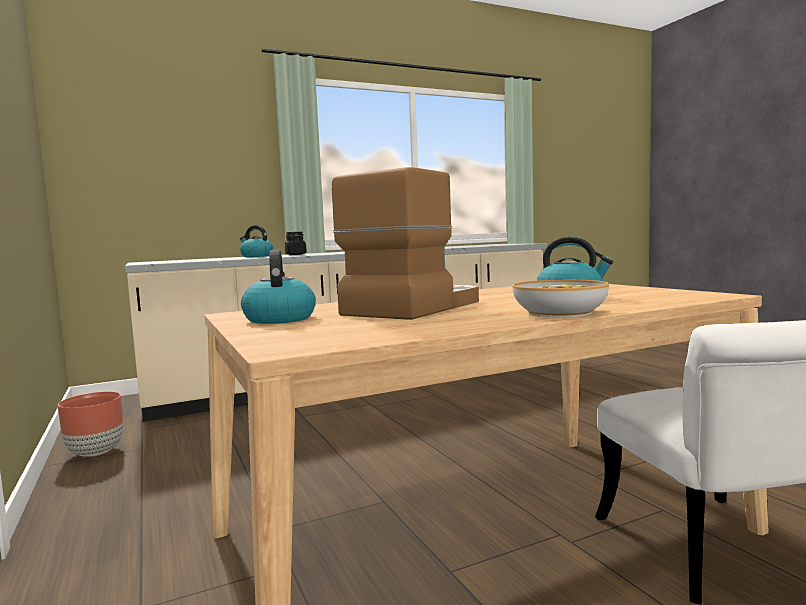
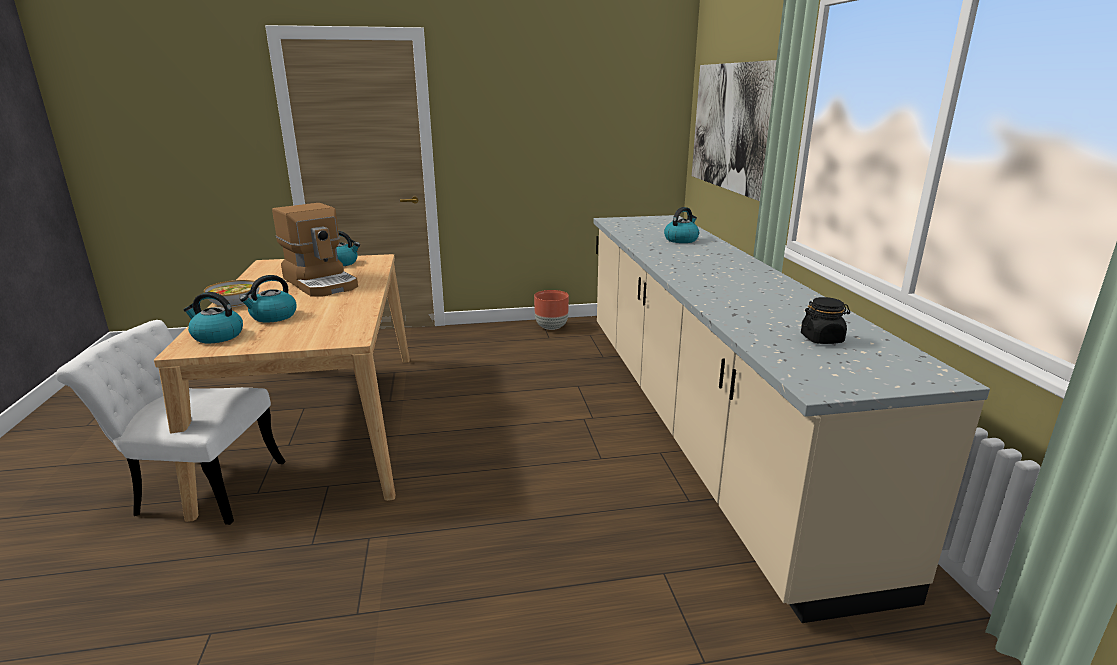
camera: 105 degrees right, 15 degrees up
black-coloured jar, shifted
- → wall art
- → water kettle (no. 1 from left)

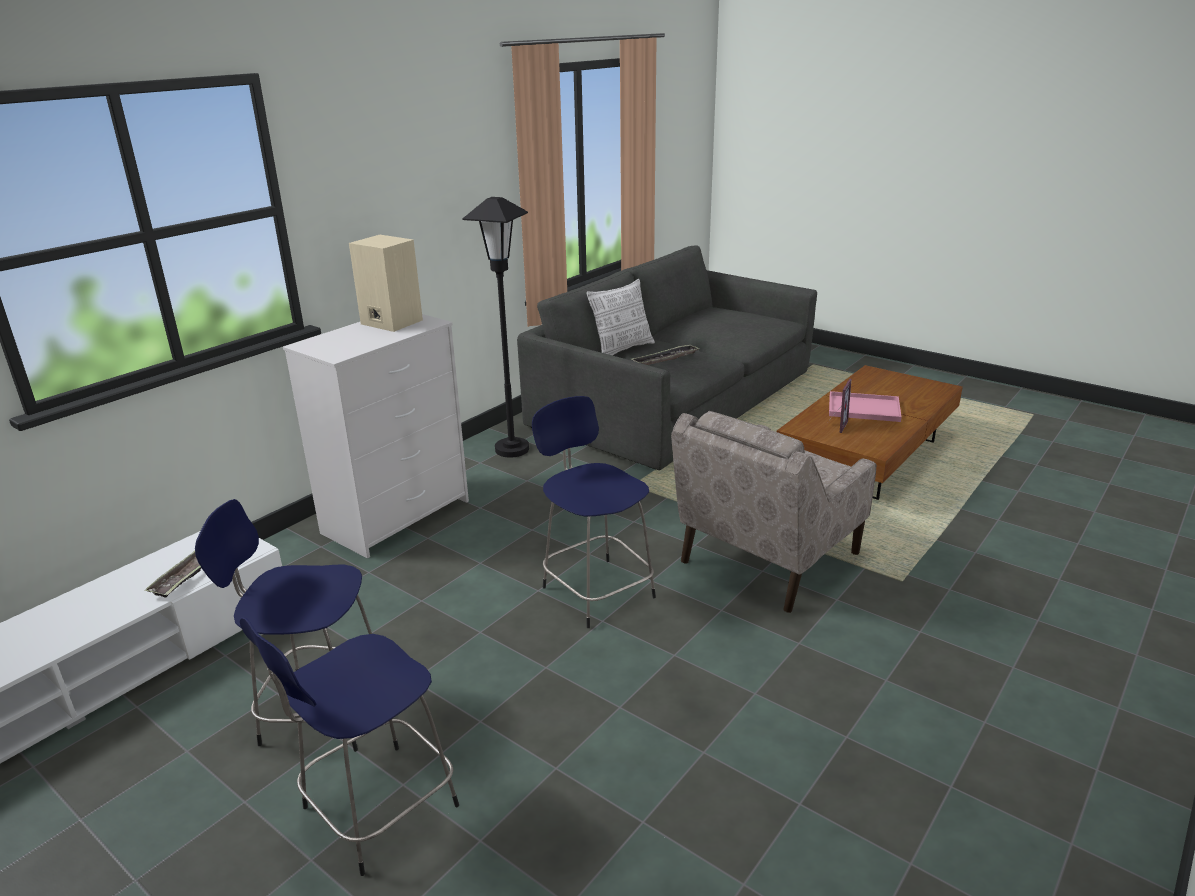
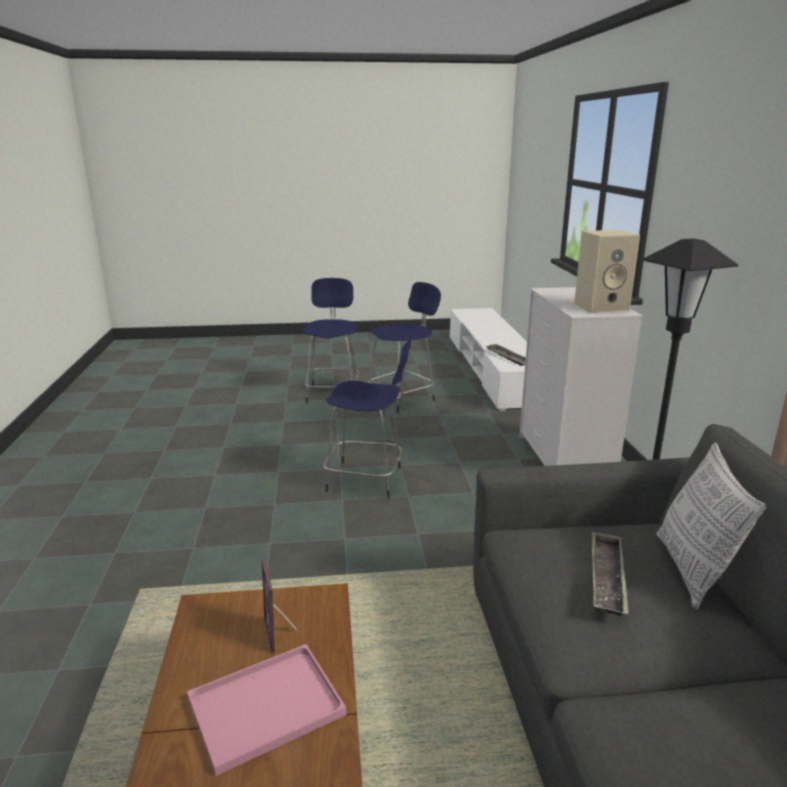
camera: 135 degrees right, 5 degrees down
sand-coloured easy chair → -

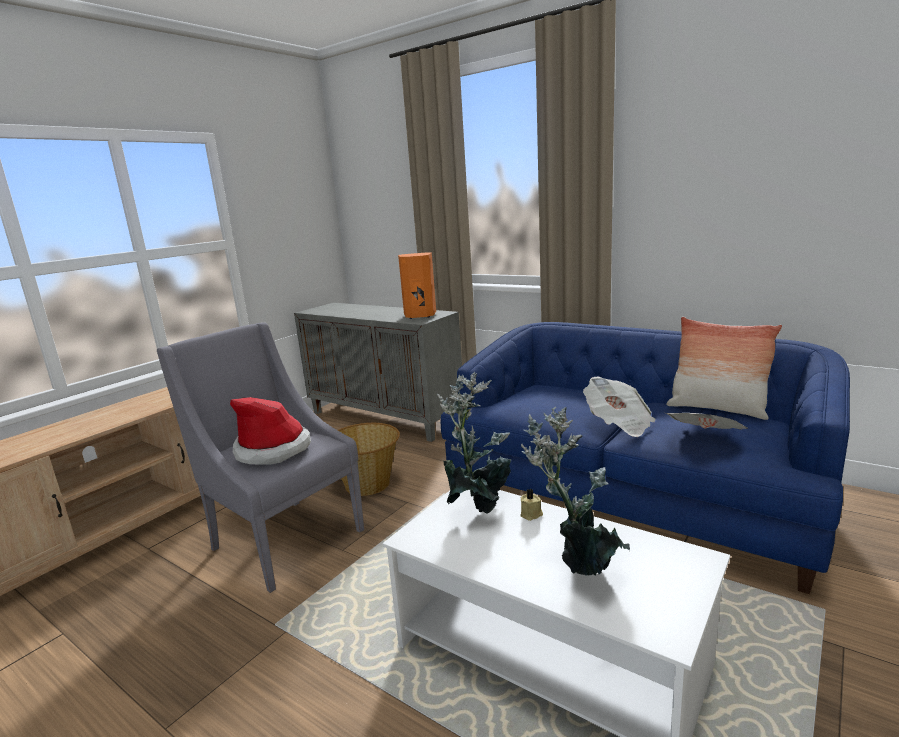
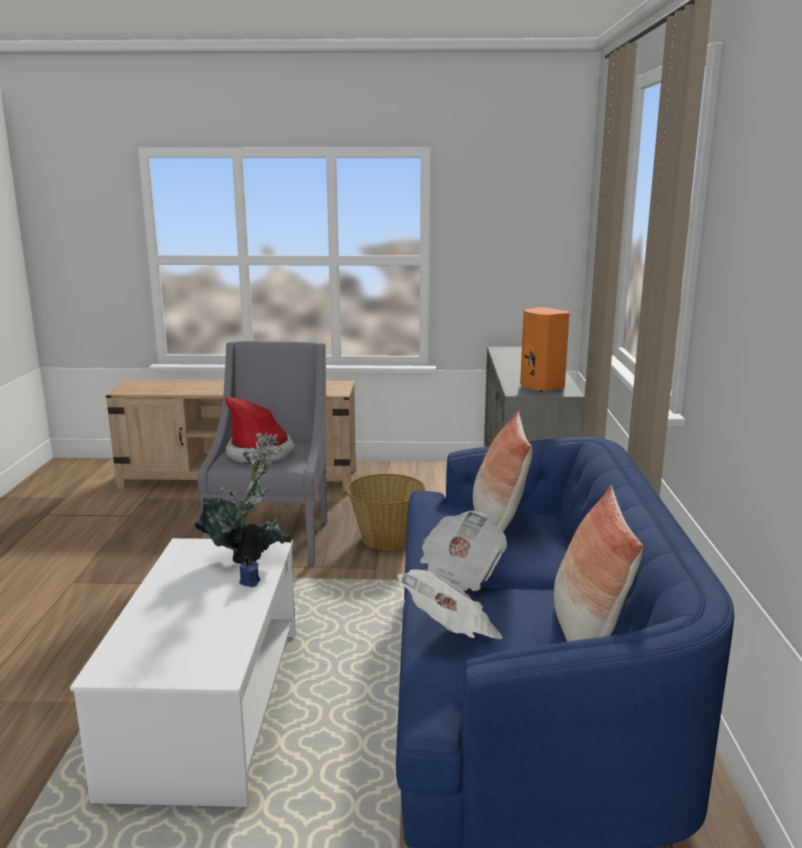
camera: 55 degrees right, 0 degrees up
houseplant (no. 2 from left) → -
sand-coloured wax candle → blue-coloured wax candle
- → pillow (no. 1 from left)

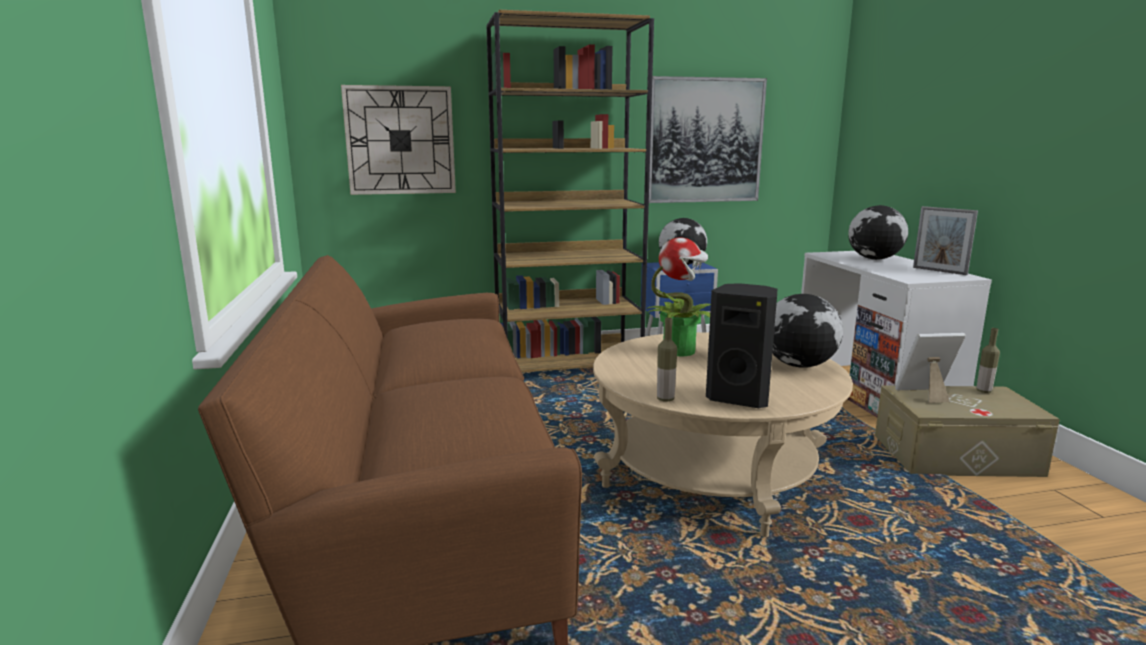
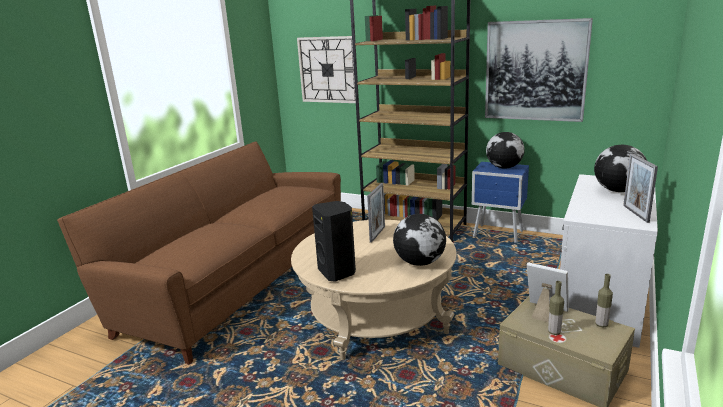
camera: 40 degrees right, 5 degrees up
houseplant → photo frame (no. 1 from left)
drink bottle (no. 1 from left), shifted

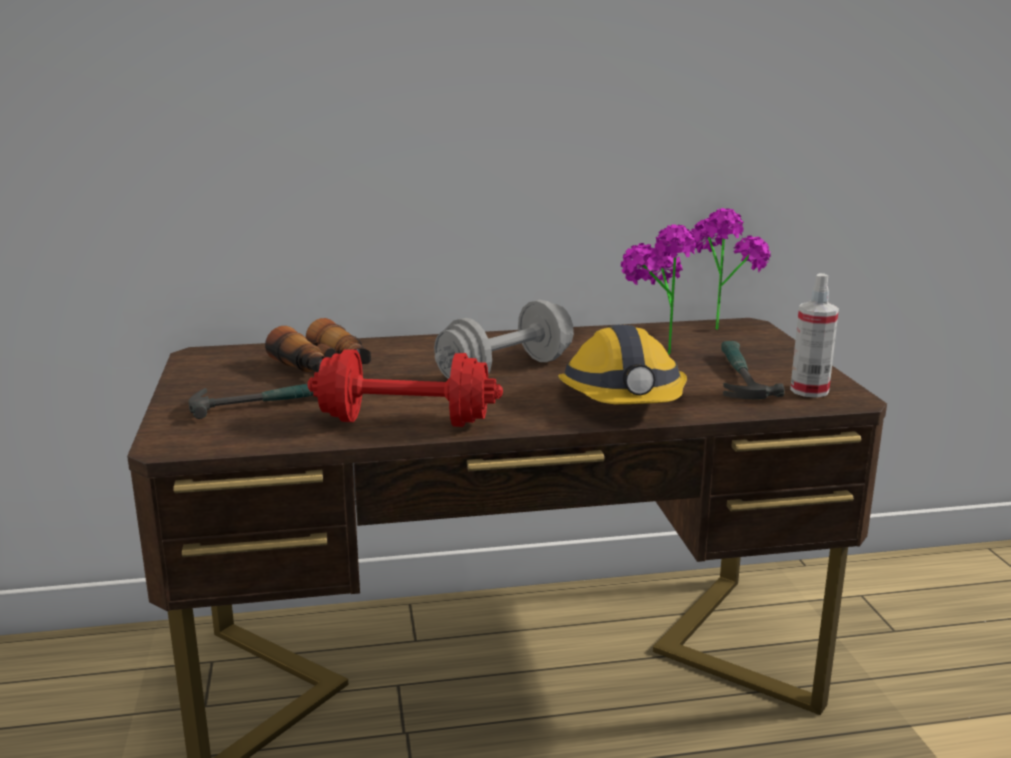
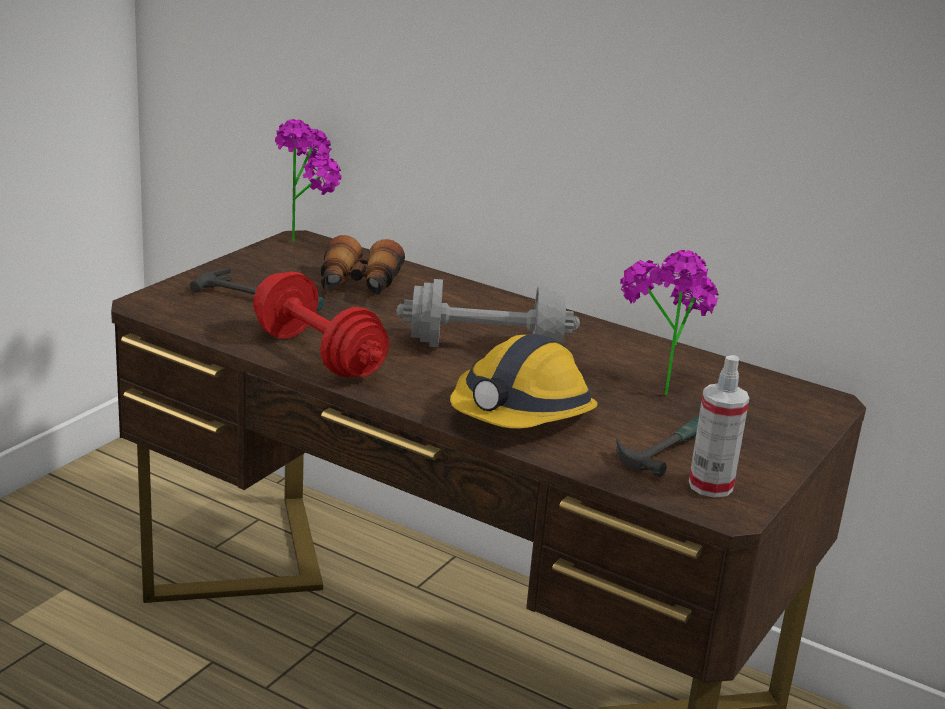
camera: 40 degrees right, 5 degrees up
houseplant (no. 2 from left in the first image) → houseplant (no. 1 from left), shifted

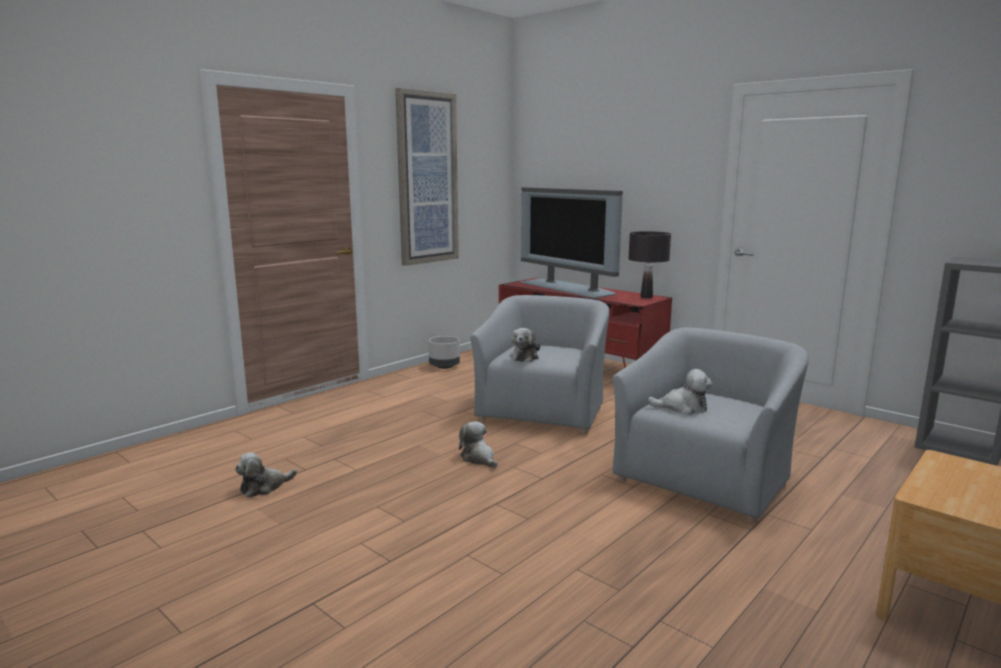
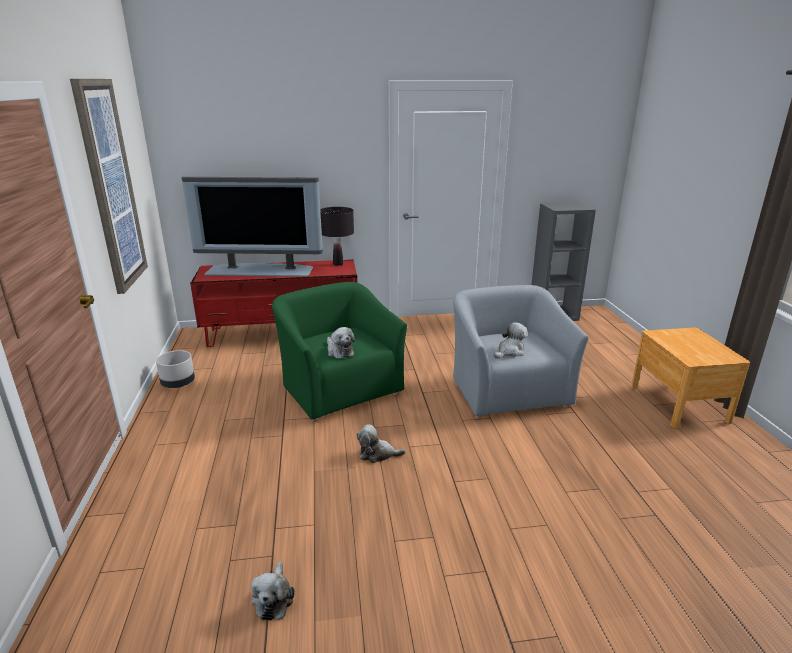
camera: 50 degrees left, 10 degrees up
grey easy chair (no. 1 from left) → greenish easy chair

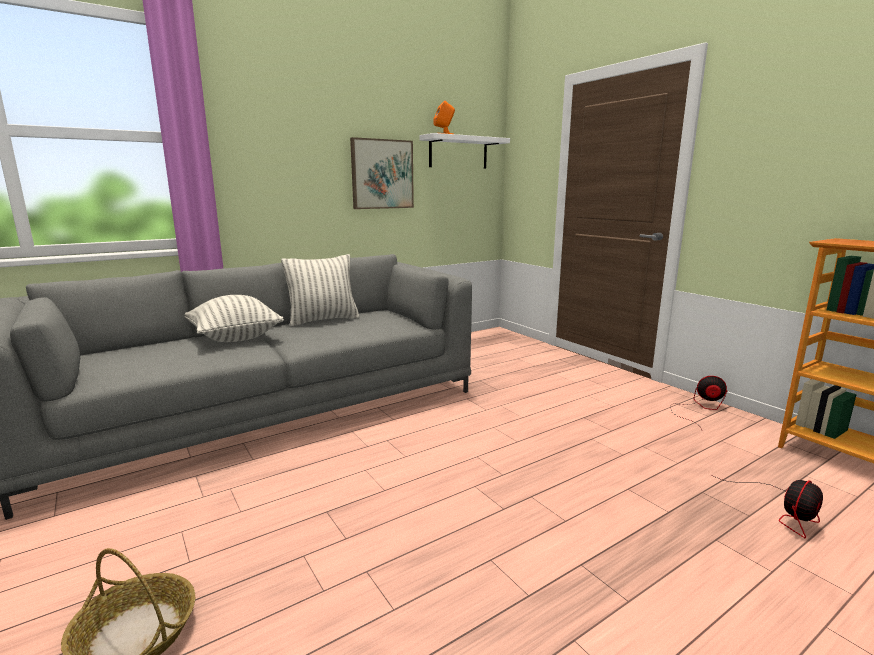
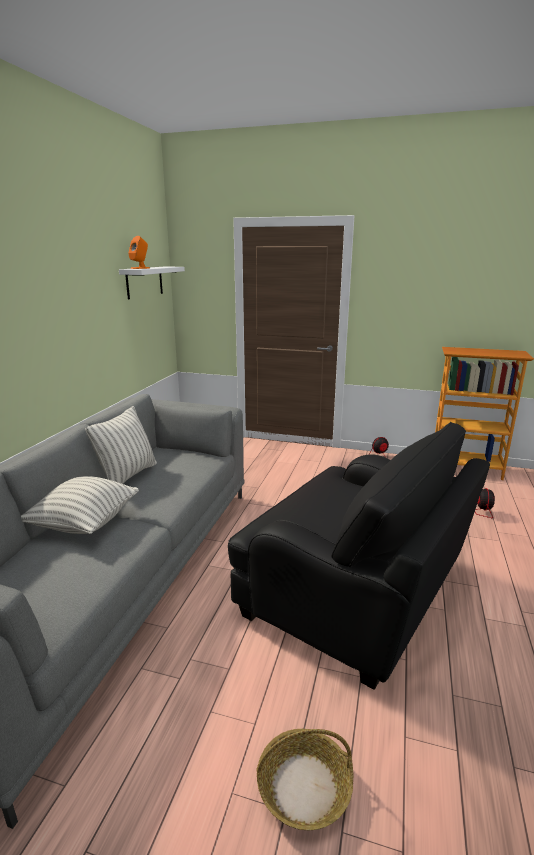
camera: 40 degrees left, 5 degrees up
wall art → -
- → black-coloured easy chair

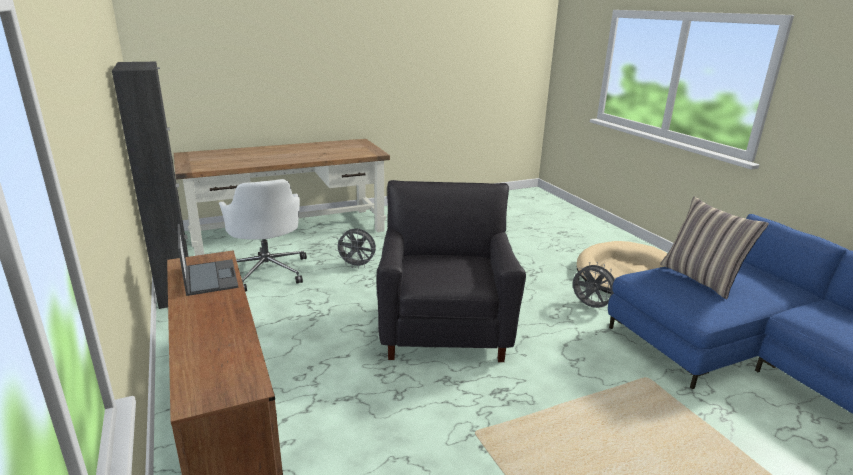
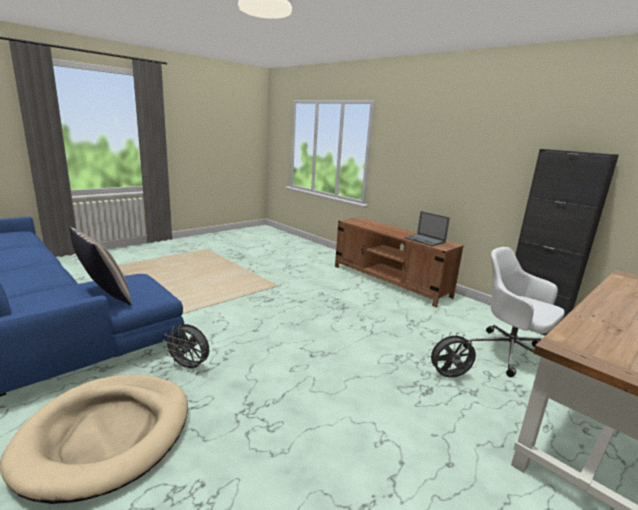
camera: 160 degrees right, 5 degrees down
black-coloured easy chair → -

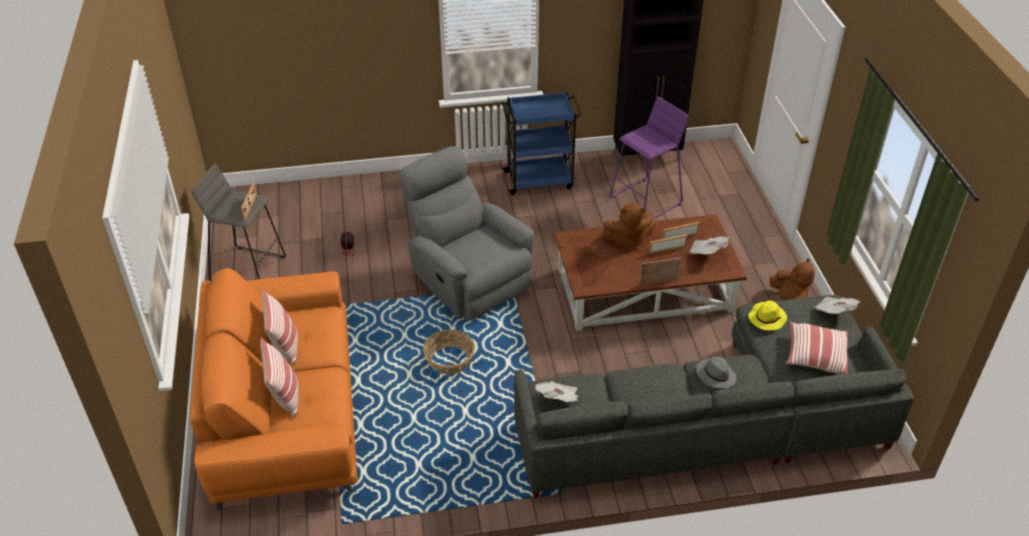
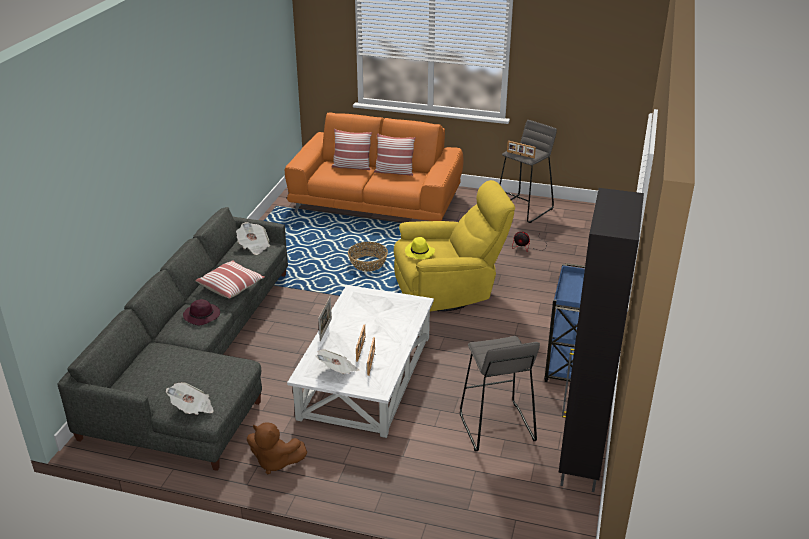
camera: 115 degrees right, 10 degrees down
purple-coloured sitting stool → grey sitting stool (no. 1 from left)
grey easy chair → yellowish easy chair
brownish cuddly toy (no. 1 from left) → -
brownish low table → white low table
yellowish clothing hat, shifted
pillow (no. 3 from left in the first image) → pillow (no. 1 from left), shifted
grey clothing hat → purple-coloured clothing hat

